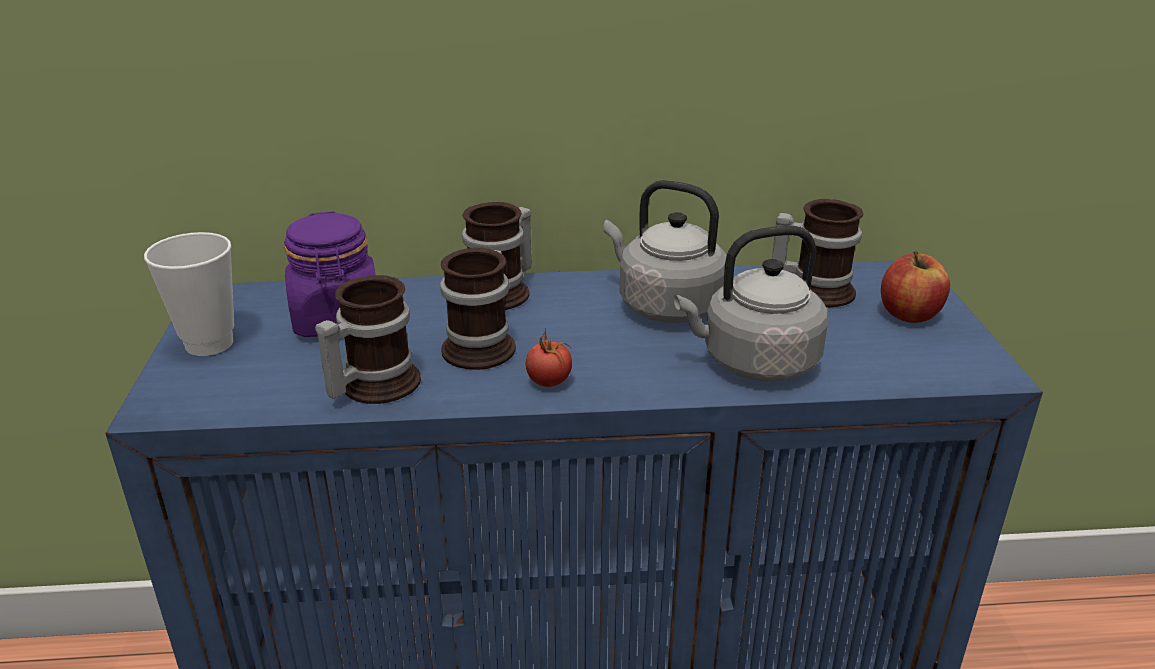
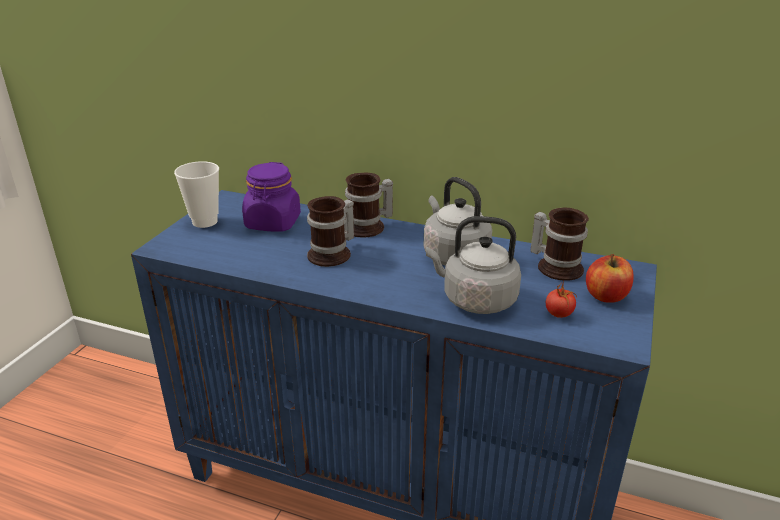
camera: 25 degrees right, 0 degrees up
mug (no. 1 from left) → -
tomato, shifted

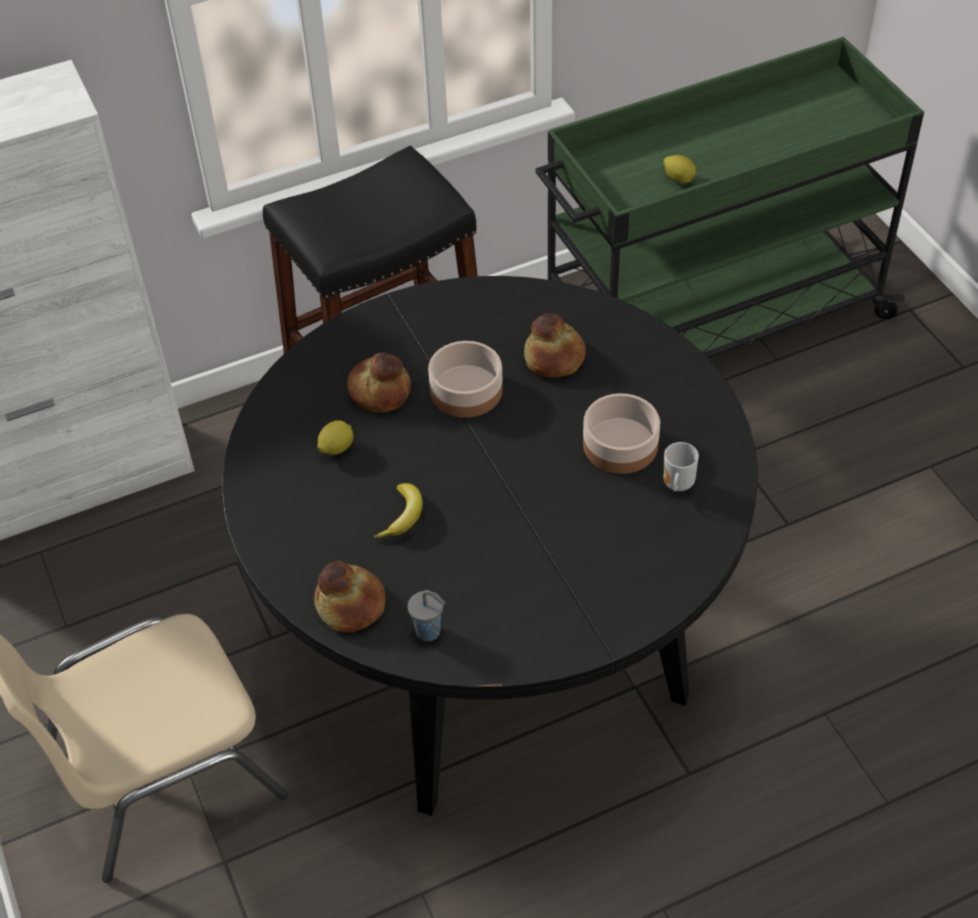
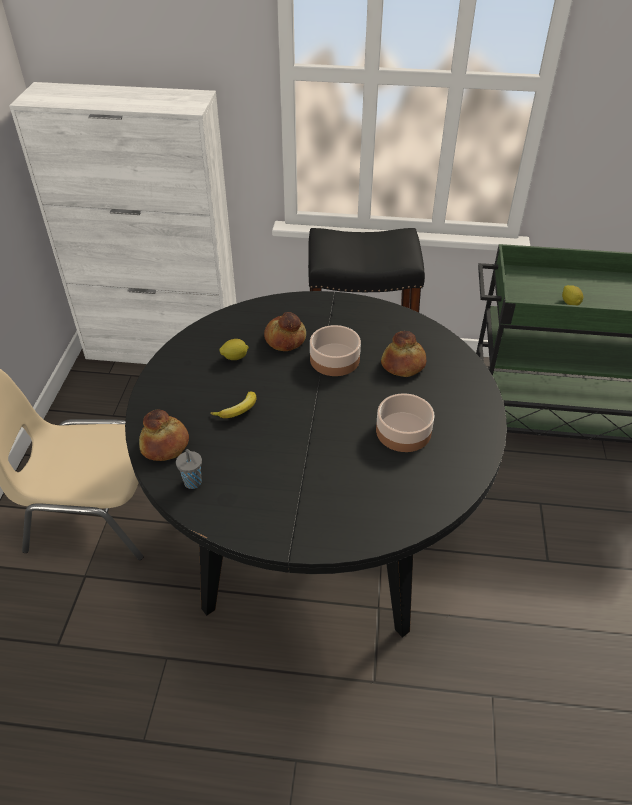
camera: 30 degrees right, 5 degrees down
mug → -

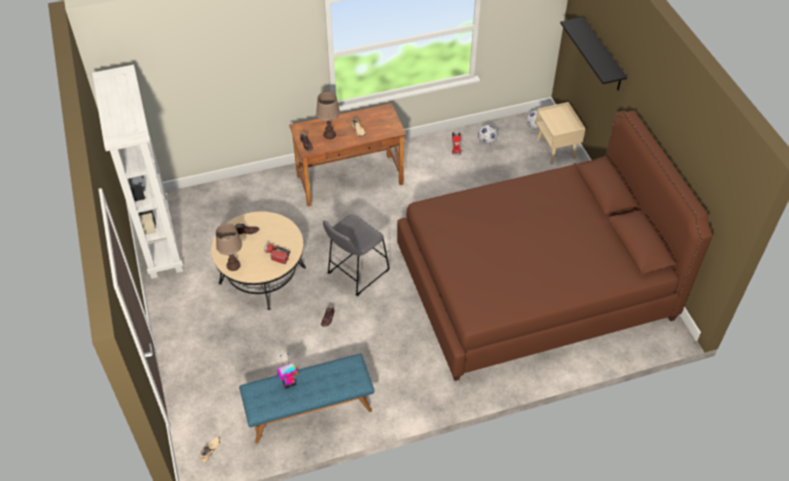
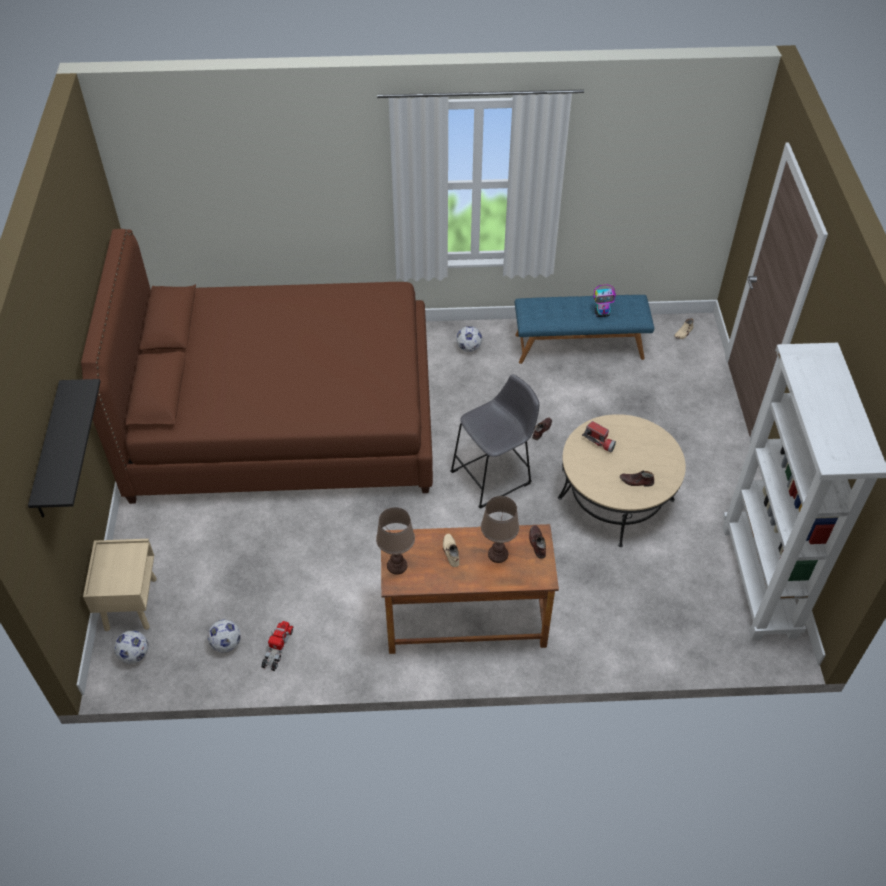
camera: 165 degrees left, 0 degrees up
brownish tabletop lamp (no. 1 from left), shifted
- → ball for football (no. 3 from left)

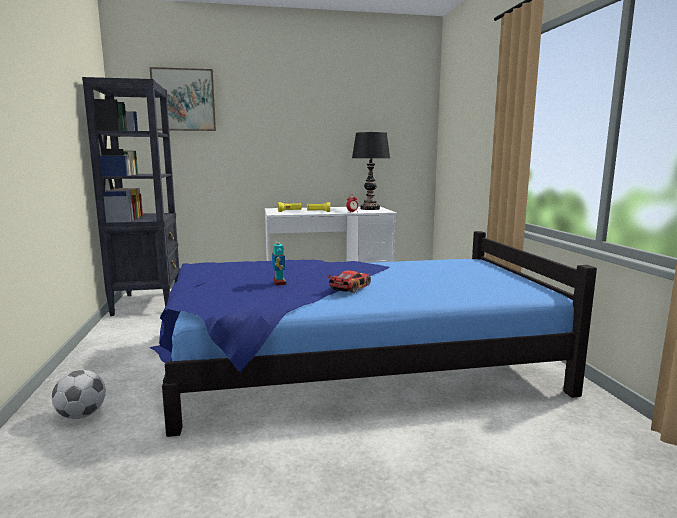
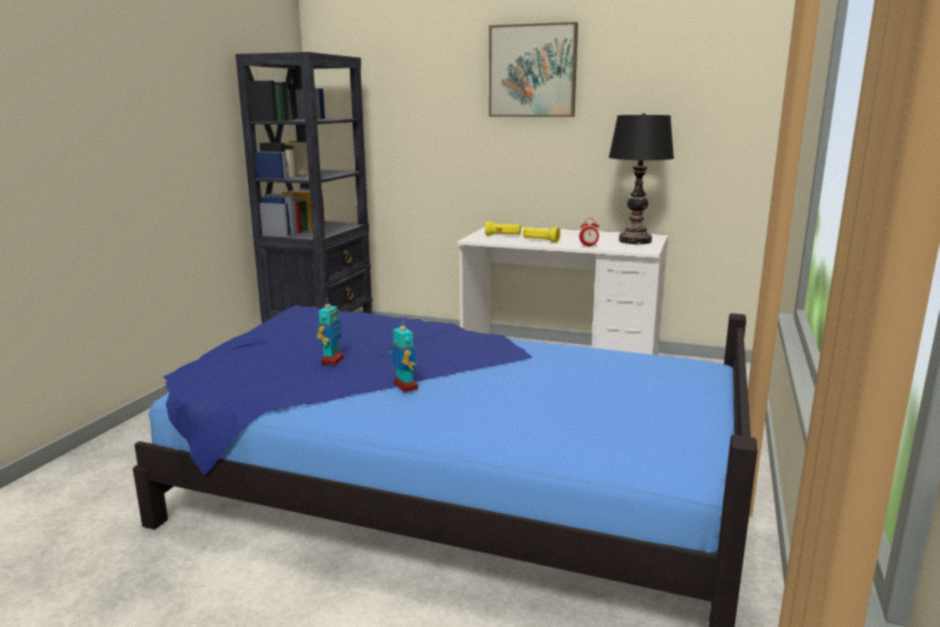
camera: 30 degrees right, 5 degrees up
wall art, shifted
miniature car → model robot (no. 2 from left)
ball for football → -

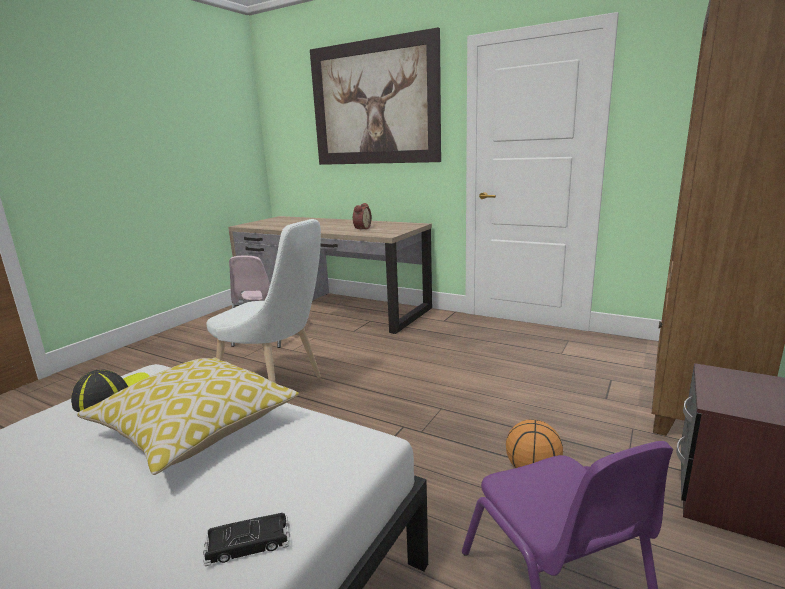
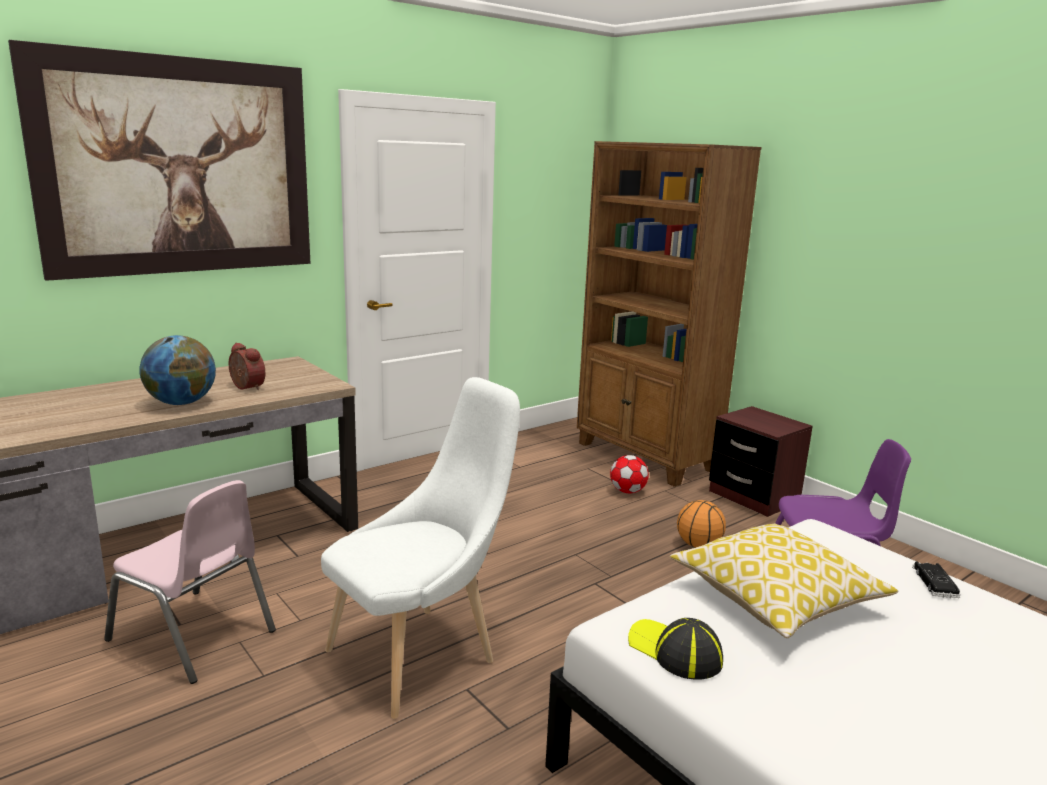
camera: 70 degrees left, 0 degrees up
- → world globe
- → ball for football

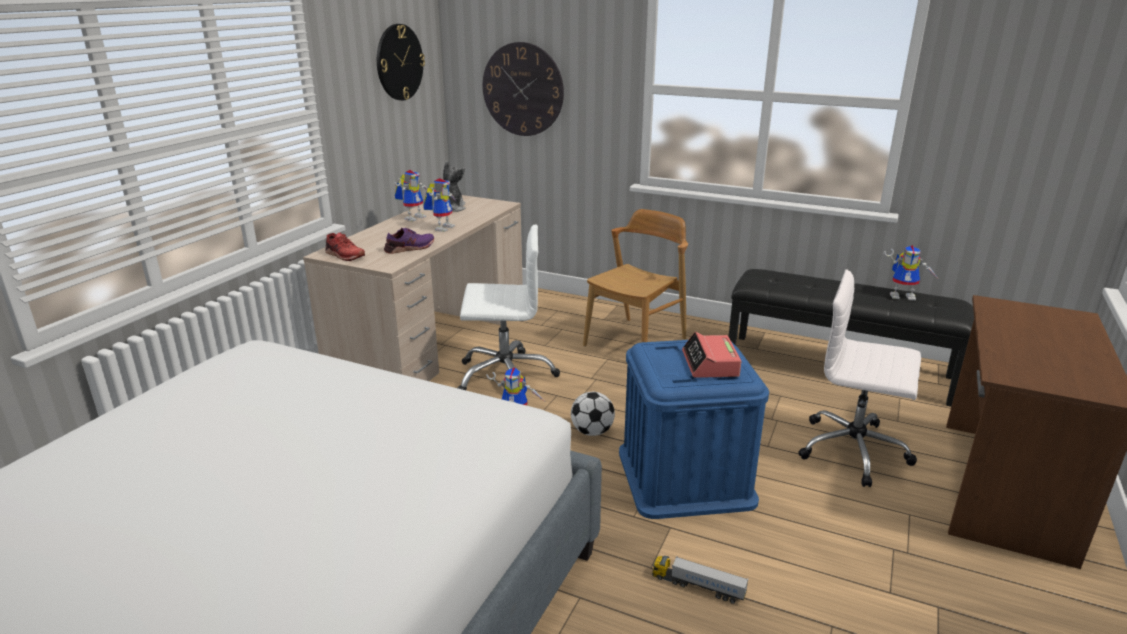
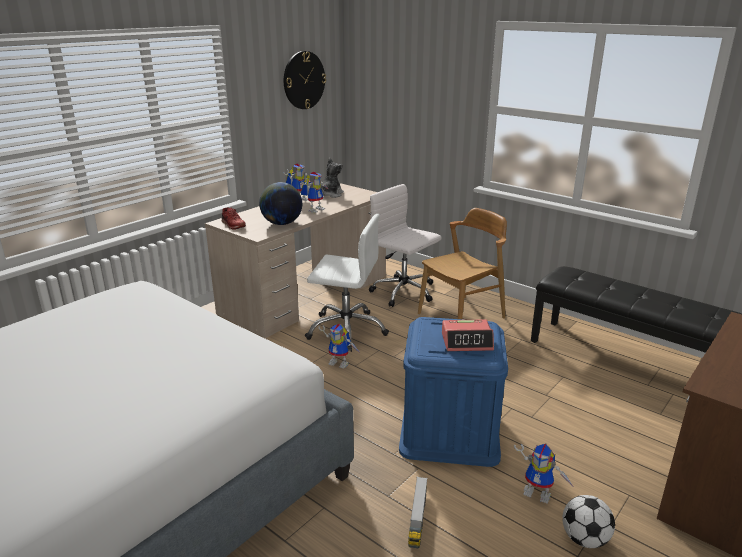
camera: 15 degrees right, 0 degrees up
hanging clock (no. 2 from left) → -
purple-coloured item of footwear → world globe
model robot (no. 4 from left), shifted
white desk chair (no. 2 from left), shifted
table clock, 105 degrees counterclockwise
ball for football, shifted
model truck, 120 degrees counterclockwise

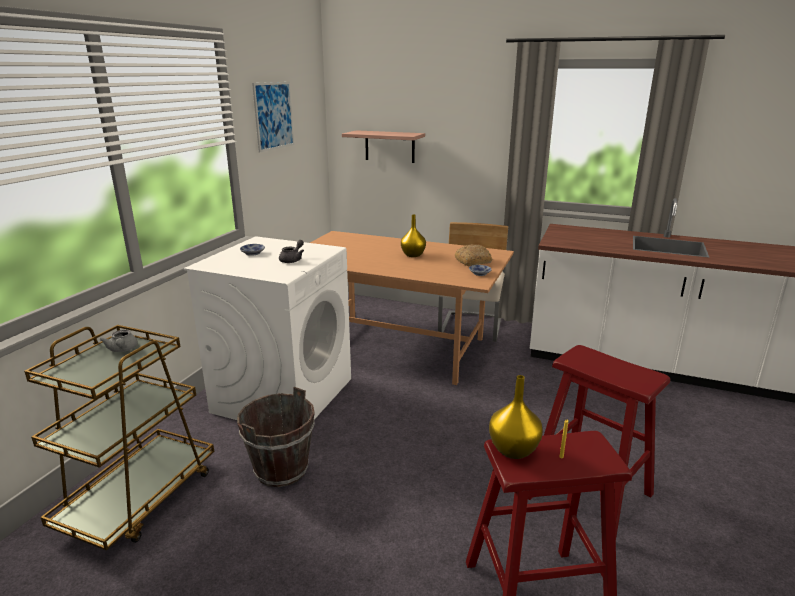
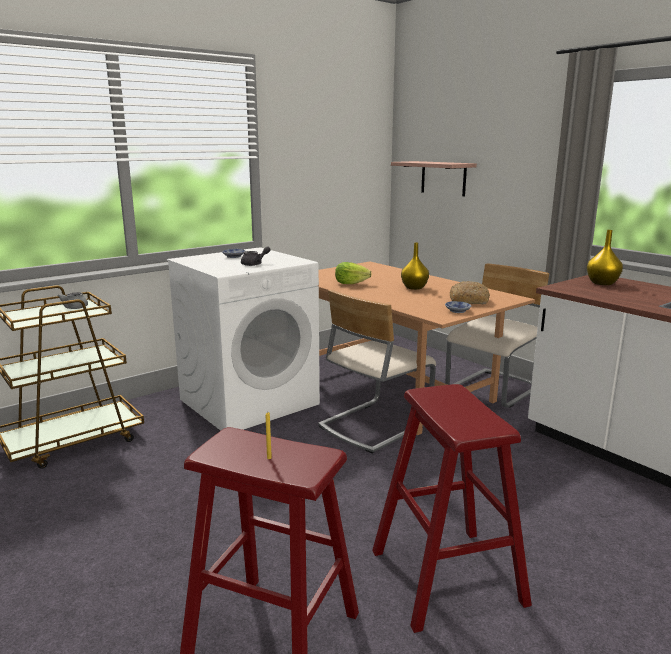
camera: 30 degrees right, 5 degrees down
wall art → -
yellowish decorative vase (no. 2 from left), shifted
brownish bucket → -
- → head of lettuce
- → sand-coloured chair (no. 1 from left)

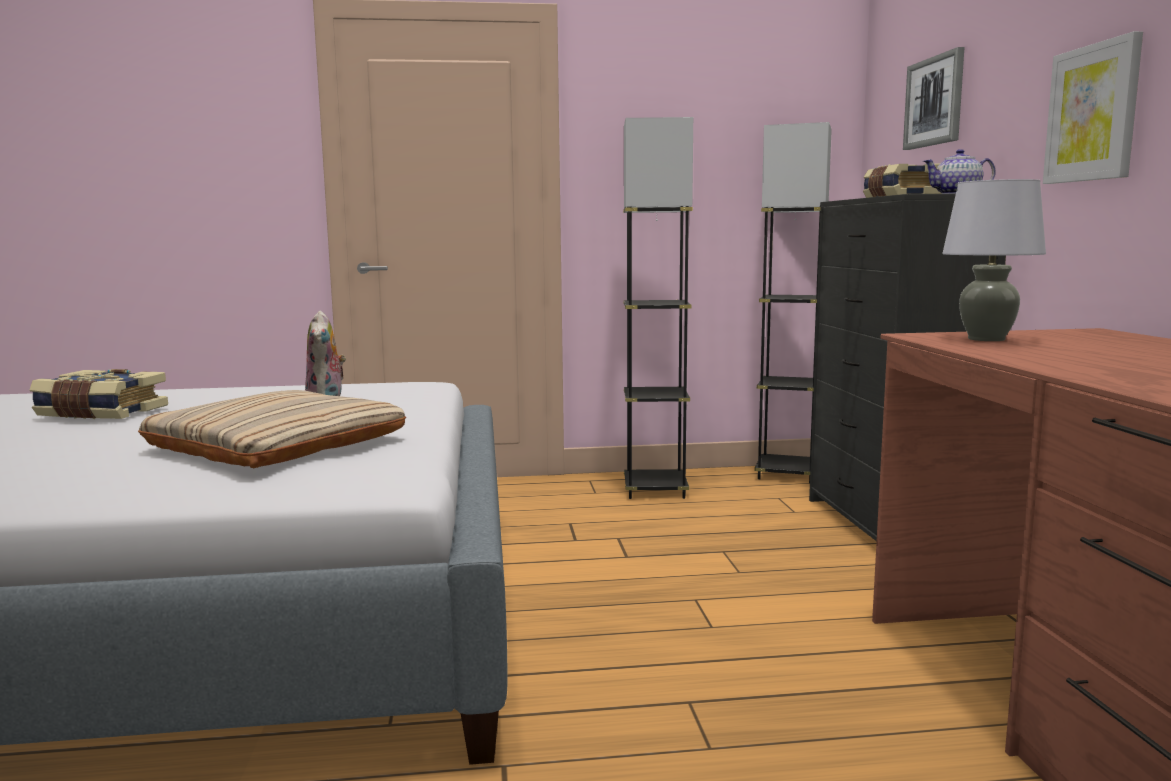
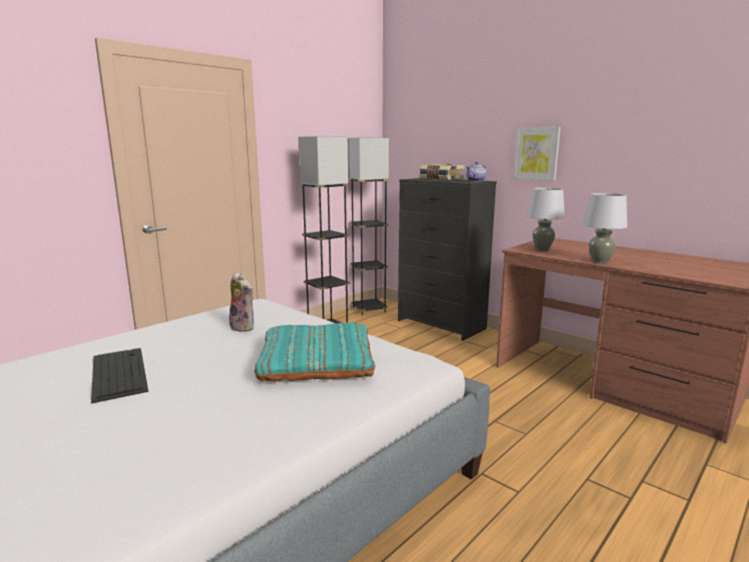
camera: 40 degrees left, 5 degrees up
wall art (no. 1 from left) → -
bound book (no. 1 from left) → PC keyboard
sand-coloured pillow → turquoise-coloured pillow
- → grey tabletop lamp (no. 2 from left)

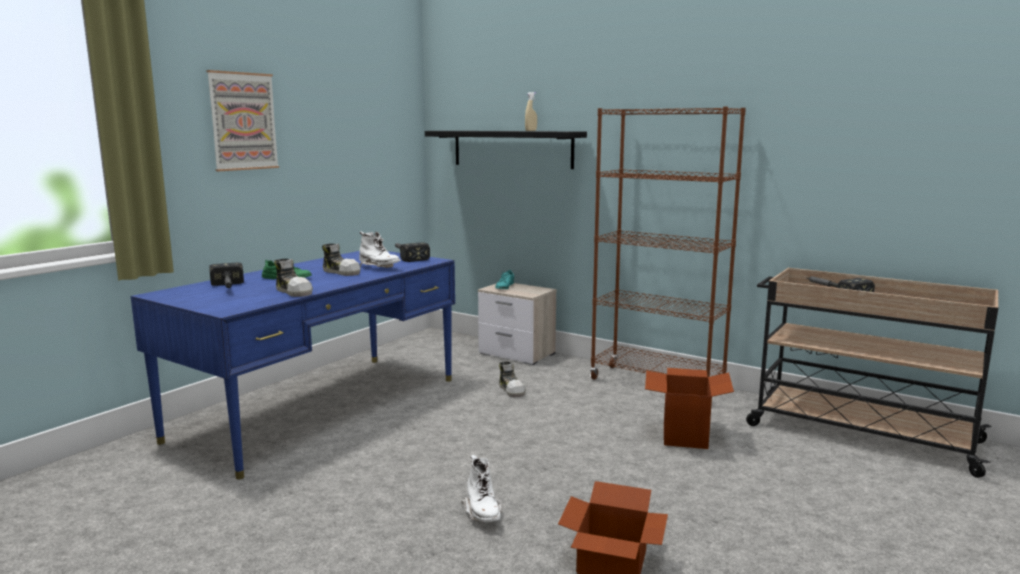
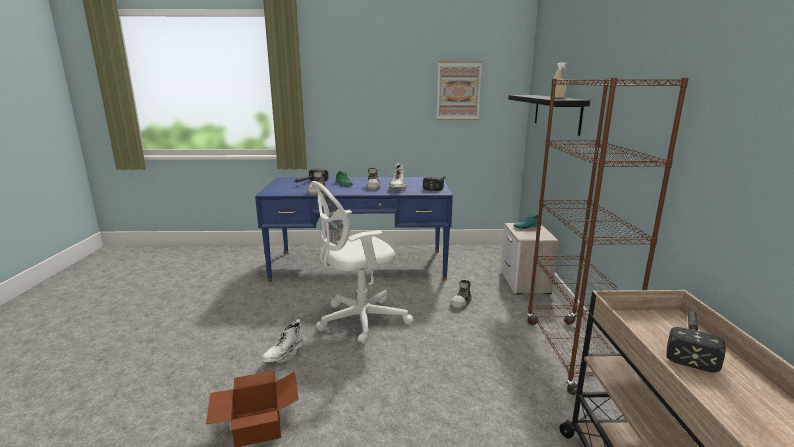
camera: 55 degrees right, 5 degrees up
wall art, shifted
carton (no. 2 from left) → -
- → white desk chair

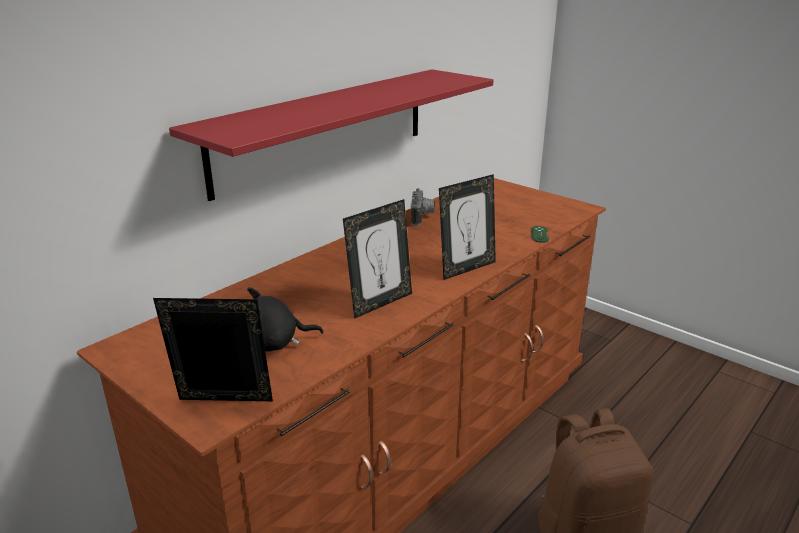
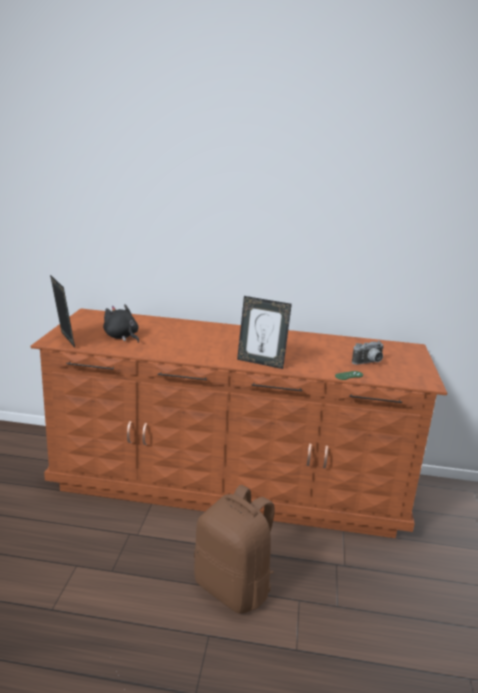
camera: 55 degrees right, 5 degrees down
red-coloured bracket shelf → -
still camera, shifted
photo frame (no. 2 from left) → -

